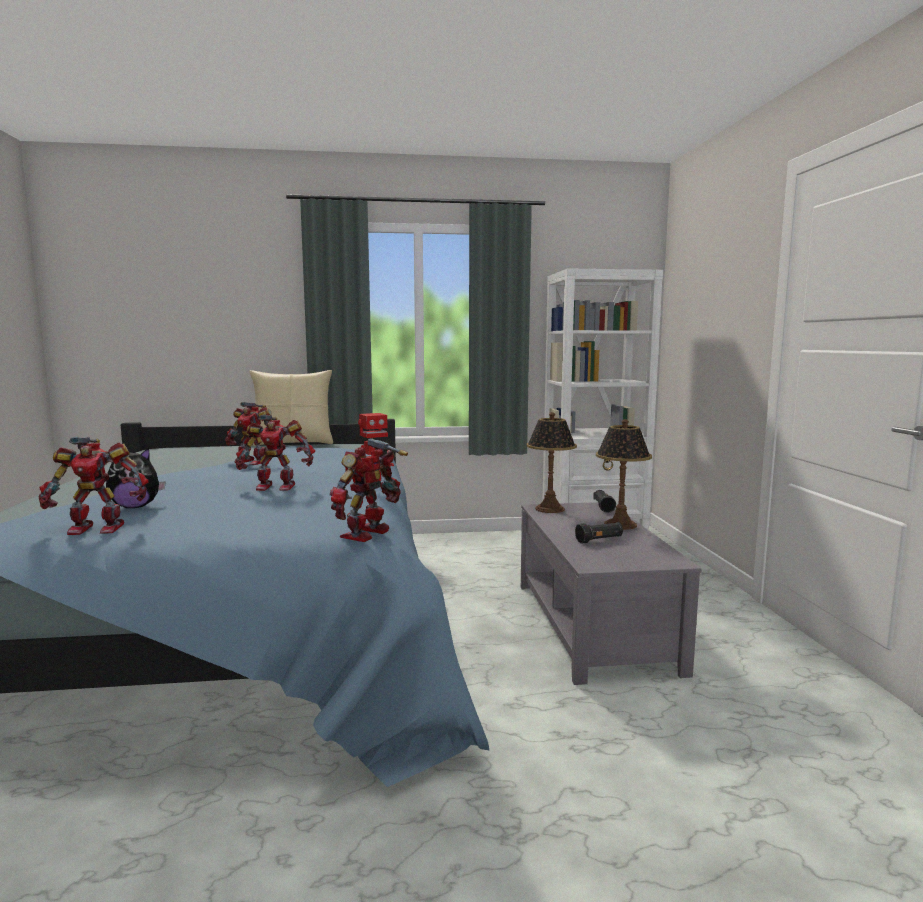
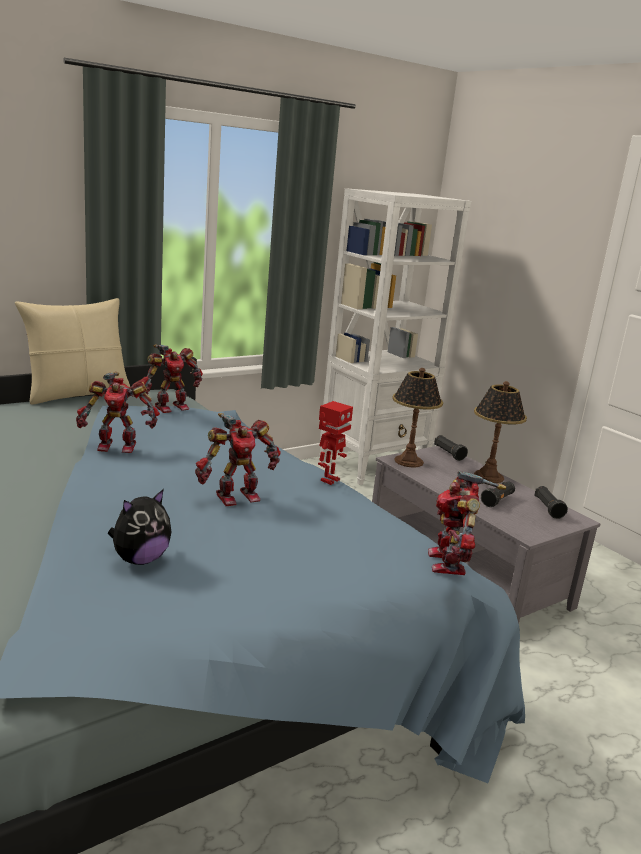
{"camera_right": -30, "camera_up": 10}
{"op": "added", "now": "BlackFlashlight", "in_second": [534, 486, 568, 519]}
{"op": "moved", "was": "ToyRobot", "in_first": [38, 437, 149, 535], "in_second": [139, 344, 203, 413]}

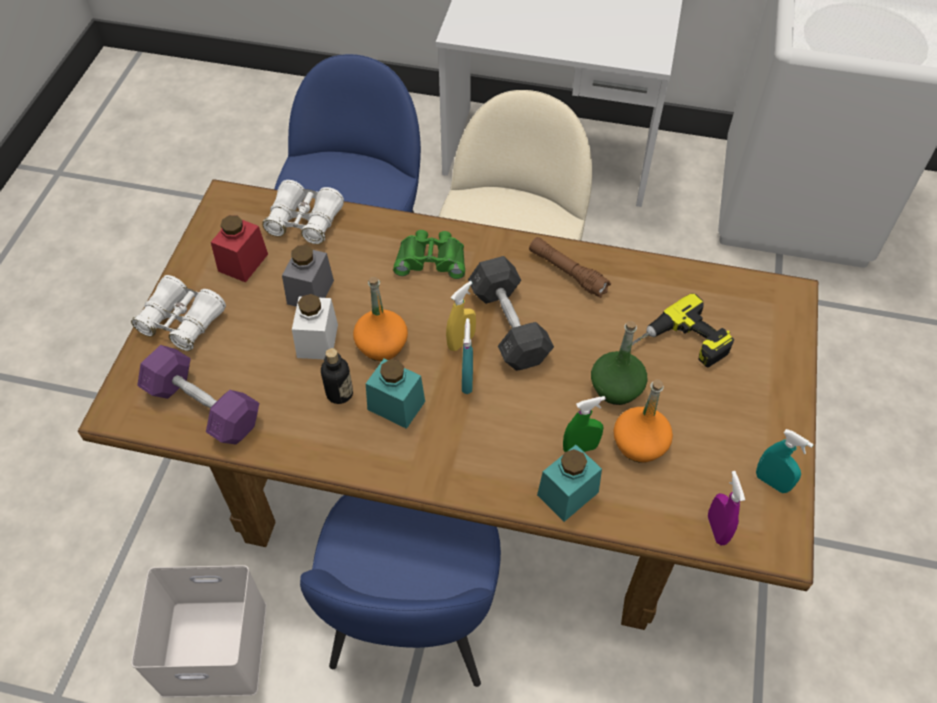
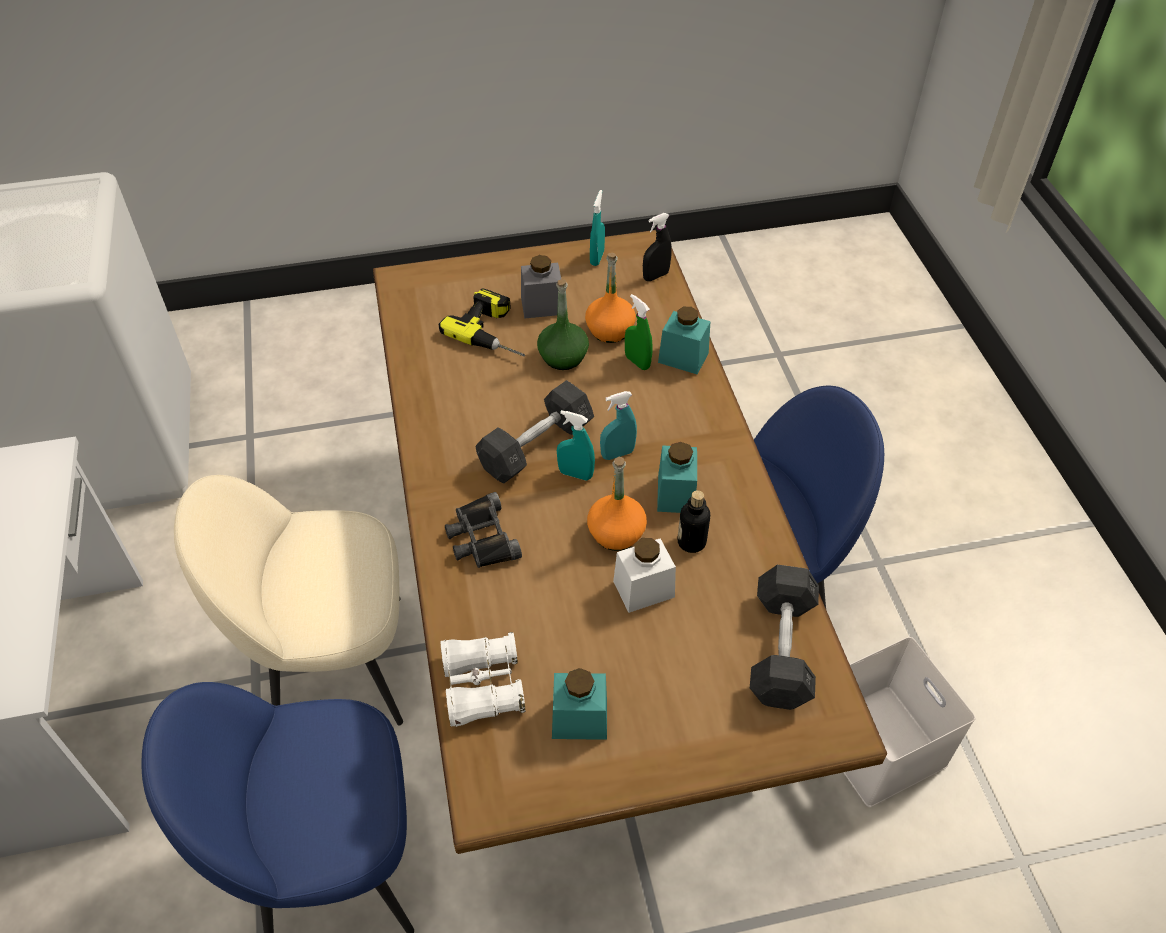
{"camera_right": -115, "camera_up": -5}
{"op": "removed", "was": "WhiteBinoculars", "in_first": [131, 275, 226, 351]}
{"op": "removed", "was": "BrownFlashlight", "in_first": [529, 237, 611, 298]}
{"op": "moved", "was": "GreyJar", "in_first": [282, 245, 334, 307], "in_second": [521, 255, 561, 319]}
{"op": "recoloured", "was": "PurpleDumbbell", "now": "GreyDumbbell", "in_first": [137, 345, 259, 445], "in_second": [750, 565, 819, 710]}
{"op": "recoloured", "was": "RedJar", "now": "TurquoiseJar", "in_first": [211, 215, 268, 283], "in_second": [552, 668, 607, 740]}
{"op": "recoloured", "was": "GreenBinoculars", "now": "BlackBinoculars", "in_first": [393, 230, 465, 279], "in_second": [445, 492, 522, 568]}
{"op": "recoloured", "was": "YellowSprayBottle", "now": "TurquoiseSprayBottle", "in_first": [446, 281, 476, 351], "in_second": [557, 410, 595, 481]}
{"op": "recoloured", "was": "PurpleSprayBottle", "now": "BlackSprayBottle", "in_first": [708, 471, 745, 545], "in_second": [643, 213, 672, 281]}

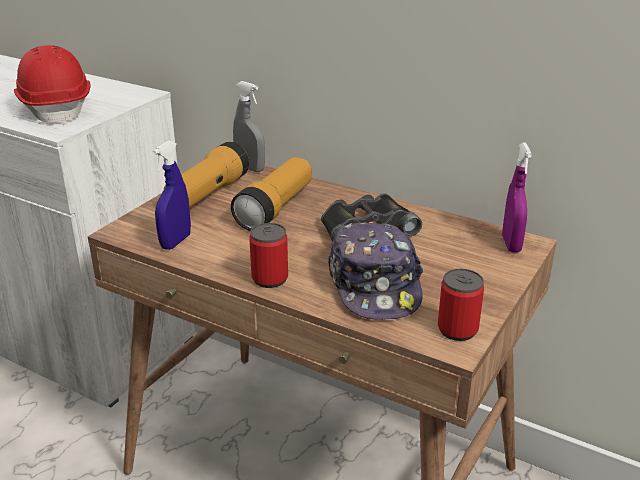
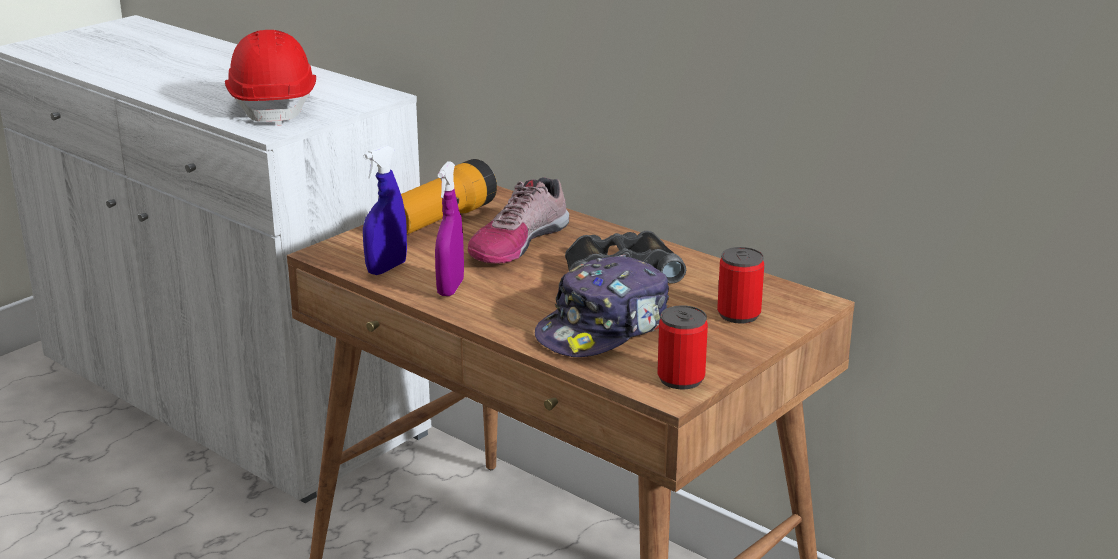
{"camera_right": 10, "camera_up": -5}
{"op": "removed", "was": "GreySprayBottle", "in_first": [233, 81, 265, 172]}
{"op": "moved", "was": "Can", "in_first": [249, 223, 288, 288], "in_second": [717, 247, 764, 324]}
{"op": "moved", "was": "PurpleSprayBottle", "in_first": [502, 142, 532, 252], "in_second": [435, 161, 464, 296]}
{"op": "replaced", "was": "Flashlight", "now": "Shoe", "in_first": [231, 157, 312, 231], "in_second": [468, 177, 569, 264]}
{"op": "turned", "was": "Cap", "in_first": [328, 223, 424, 320], "in_second": [535, 255, 669, 357], "clockwise": 45}

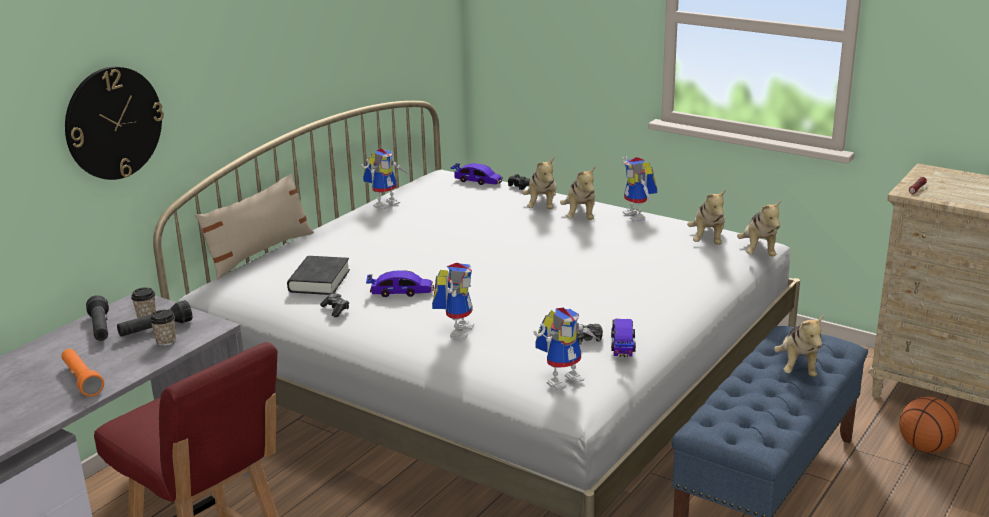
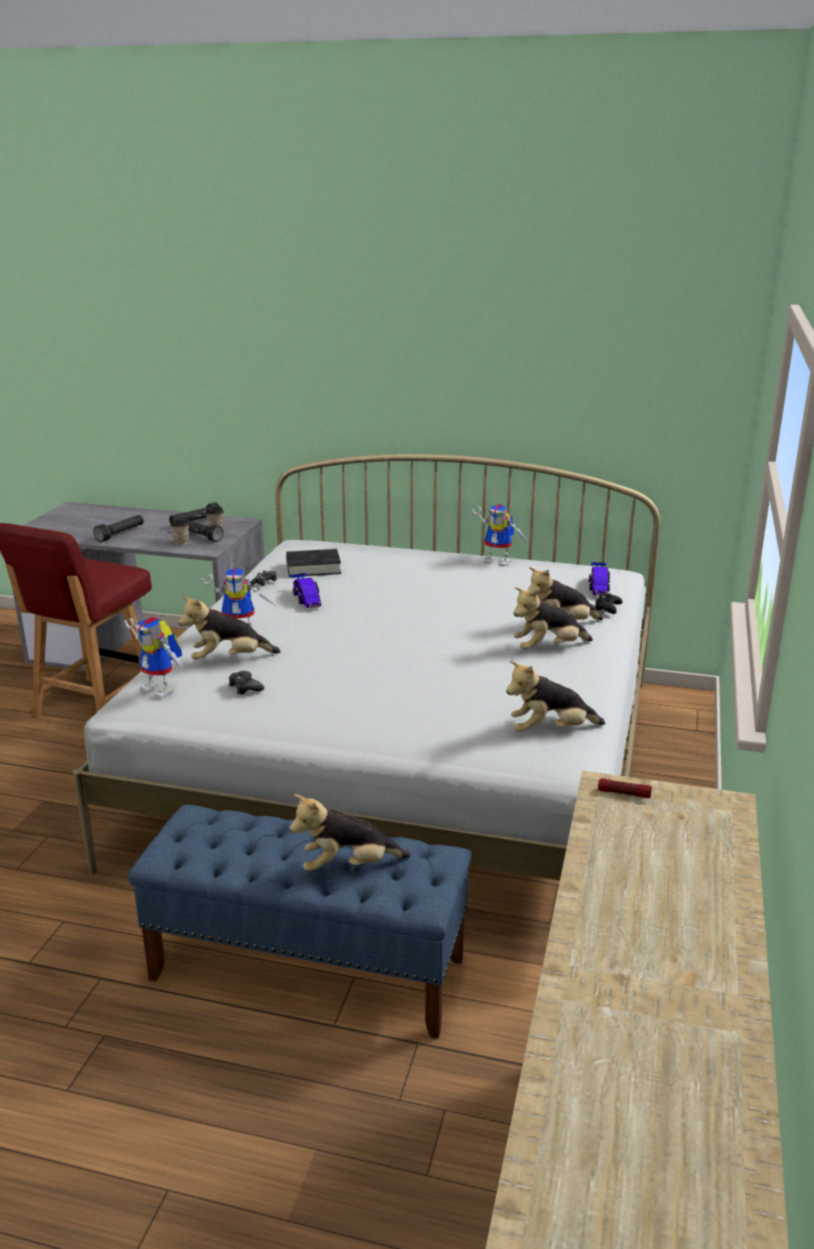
{"camera_right": 70, "camera_up": 0}
{"op": "removed", "was": "WallClock", "in_first": [65, 67, 164, 180]}
{"op": "removed", "was": "BeigePillow", "in_first": [195, 173, 314, 279]}
{"op": "removed", "was": "ToyCar", "in_first": [611, 319, 636, 357]}
{"op": "removed", "was": "ToyRobot", "in_first": [622, 156, 657, 221]}
{"op": "removed", "was": "Basketball", "in_first": [899, 396, 959, 453]}
{"op": "moved", "was": "PlushToy", "in_first": [737, 200, 781, 256], "in_second": [179, 596, 281, 660]}
{"op": "recoloured", "was": "OrangeFlashlight", "now": "BlackFlashlight", "in_first": [61, 349, 104, 396], "in_second": [93, 515, 144, 542]}

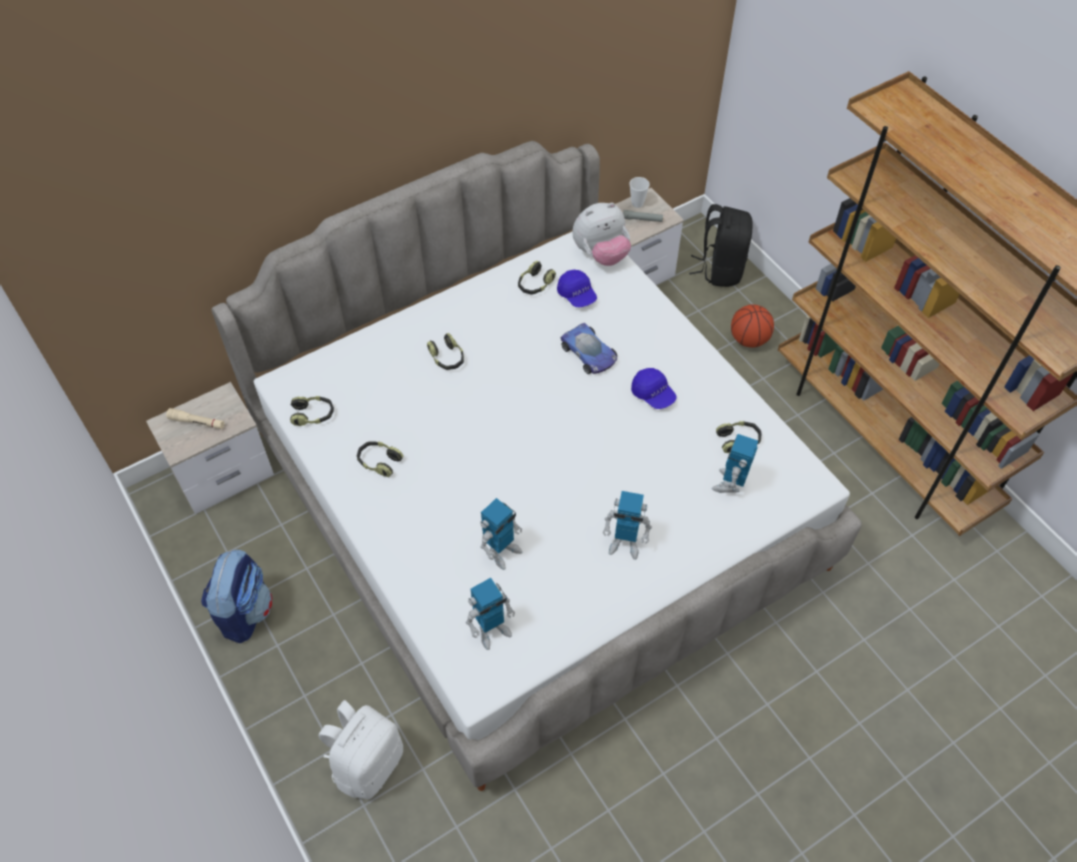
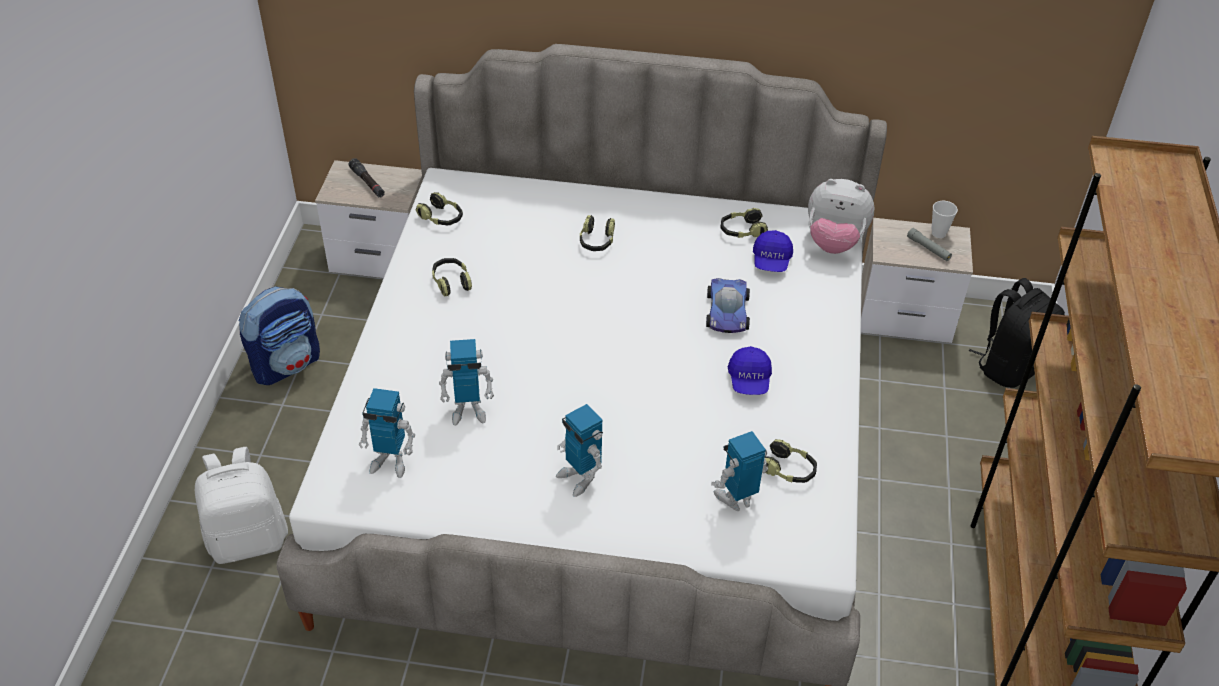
{"camera_right": 40, "camera_up": -10}
{"op": "removed", "was": "Basketball", "in_first": [731, 305, 774, 348]}
{"op": "recoloured", "was": "BeigeFlashlight", "now": "BlackFlashlight", "in_first": [166, 408, 225, 429], "in_second": [349, 158, 385, 197]}

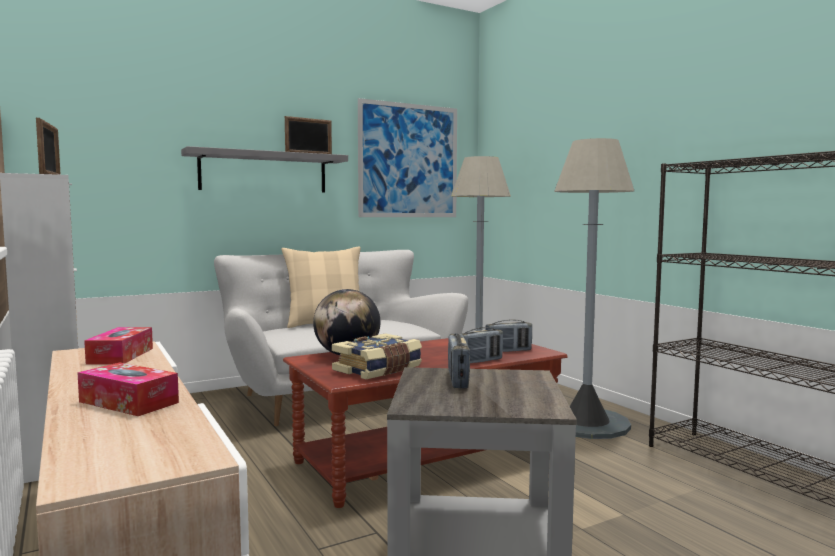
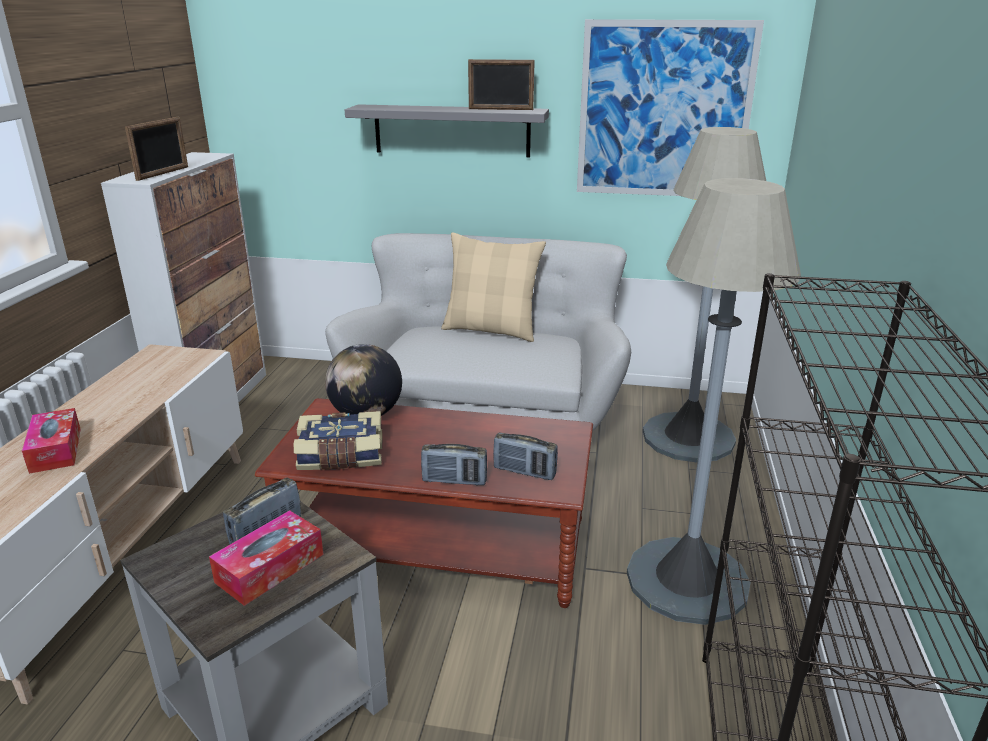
{"camera_right": 40, "camera_up": 20}
{"op": "moved", "was": "TissueBox", "in_first": [84, 327, 153, 364], "in_second": [209, 510, 324, 606]}

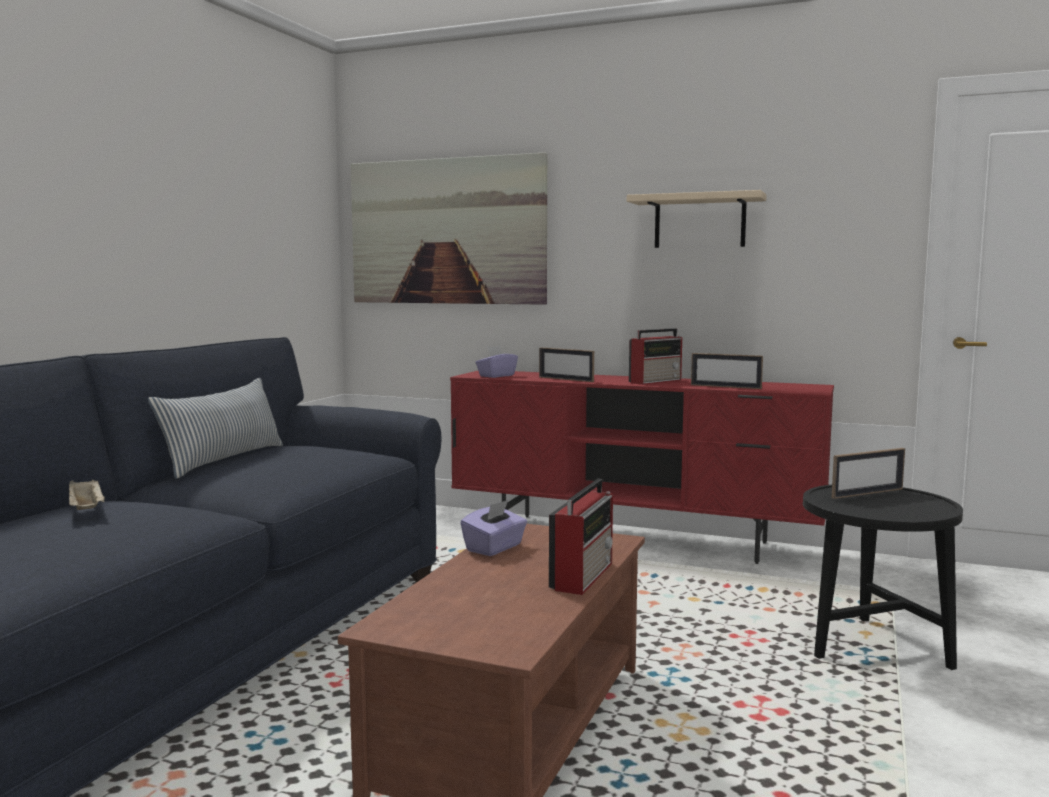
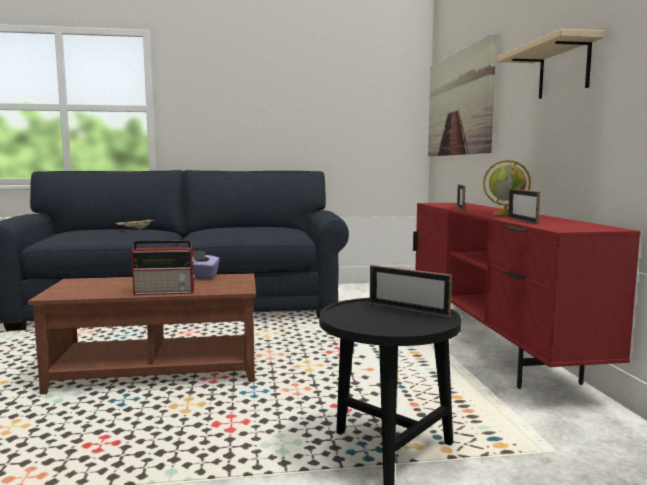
{"camera_right": 60, "camera_up": 0}
{"op": "removed", "was": "Pillow", "in_first": [148, 378, 283, 479]}
{"op": "removed", "was": "PurpleTissueBox", "in_first": [475, 346, 518, 378]}
{"op": "replaced", "was": "Radio", "now": "Globe", "in_first": [629, 328, 682, 385], "in_second": [483, 160, 531, 215]}

